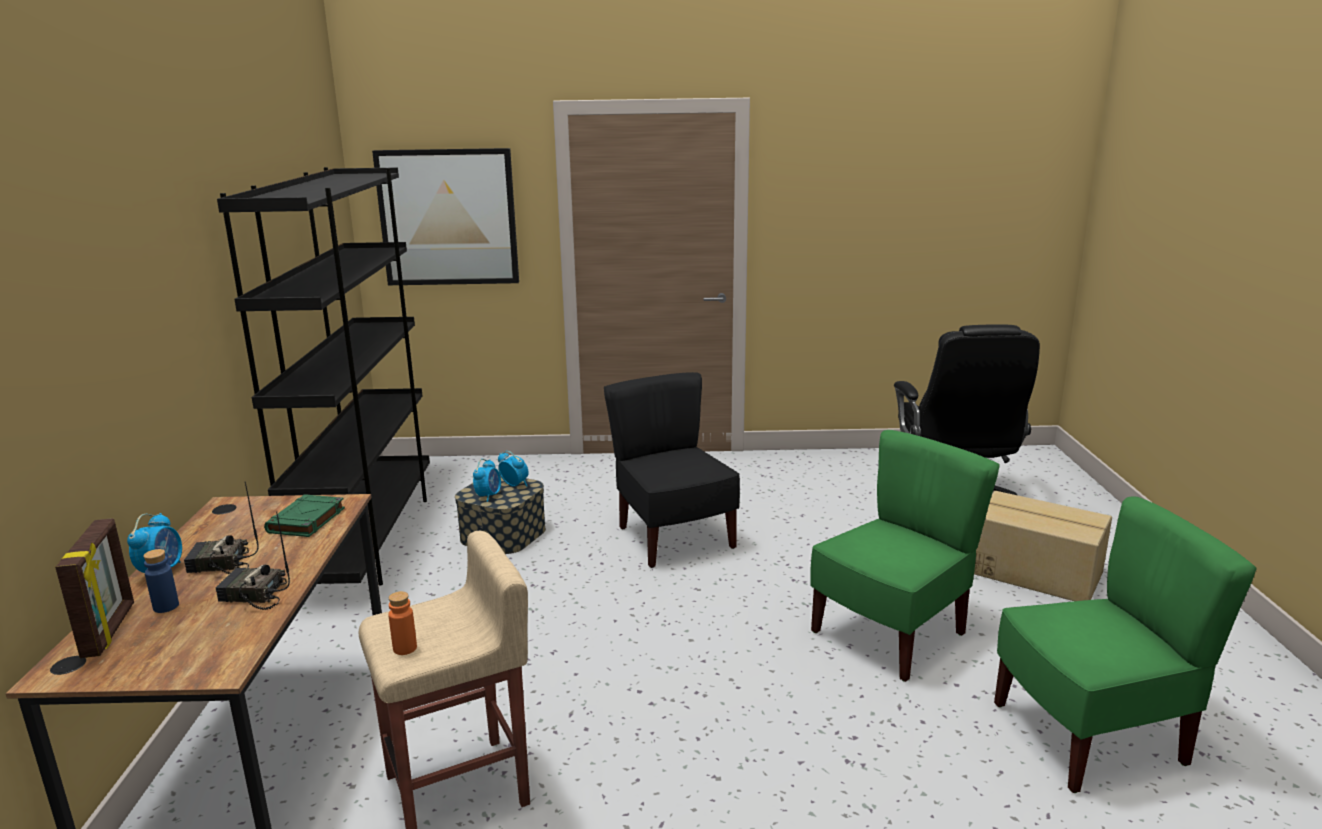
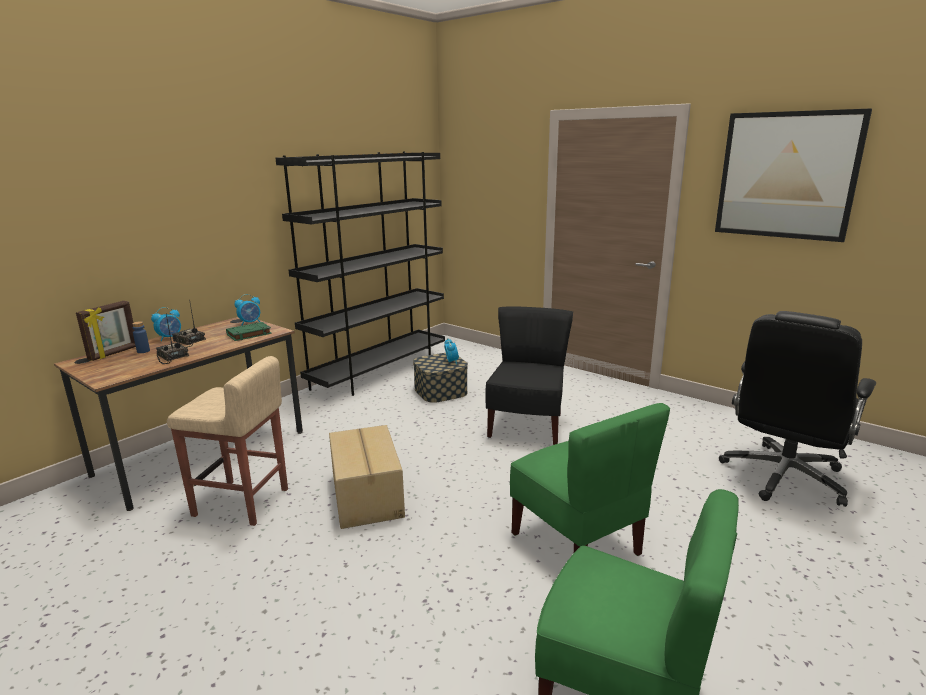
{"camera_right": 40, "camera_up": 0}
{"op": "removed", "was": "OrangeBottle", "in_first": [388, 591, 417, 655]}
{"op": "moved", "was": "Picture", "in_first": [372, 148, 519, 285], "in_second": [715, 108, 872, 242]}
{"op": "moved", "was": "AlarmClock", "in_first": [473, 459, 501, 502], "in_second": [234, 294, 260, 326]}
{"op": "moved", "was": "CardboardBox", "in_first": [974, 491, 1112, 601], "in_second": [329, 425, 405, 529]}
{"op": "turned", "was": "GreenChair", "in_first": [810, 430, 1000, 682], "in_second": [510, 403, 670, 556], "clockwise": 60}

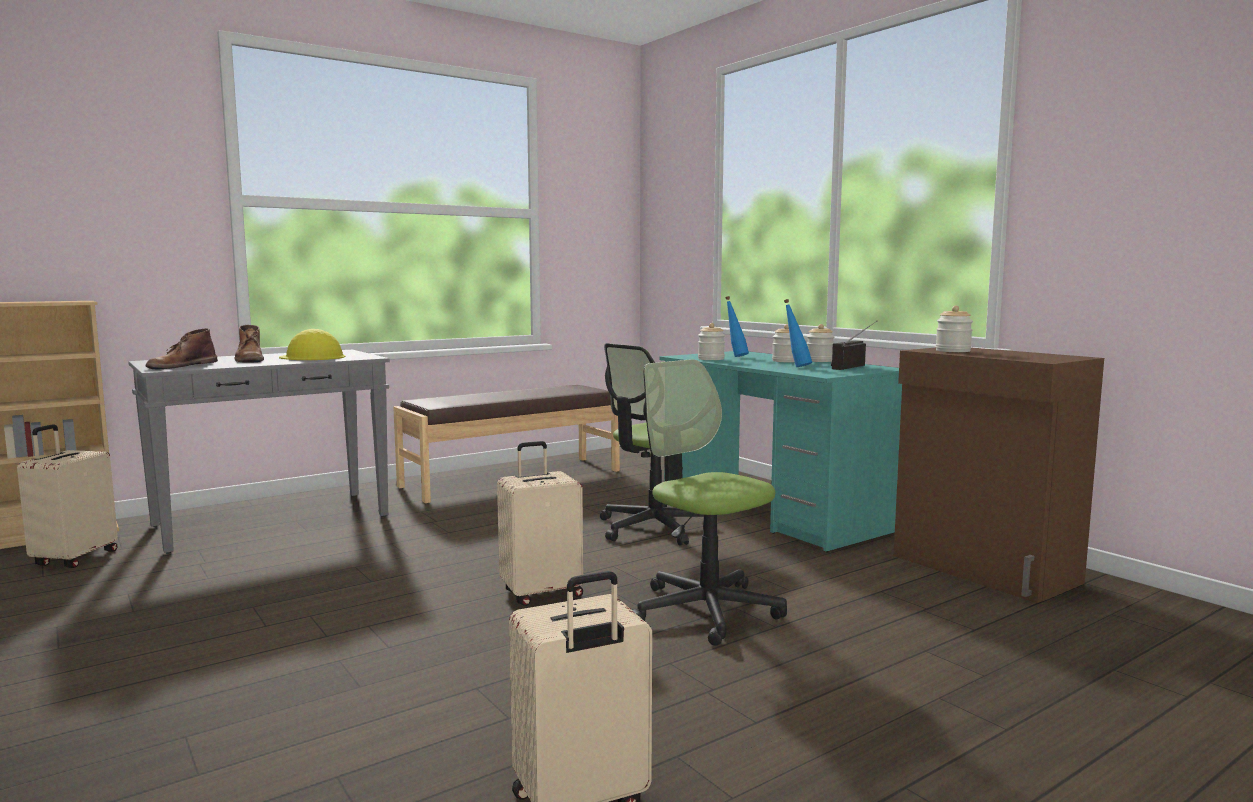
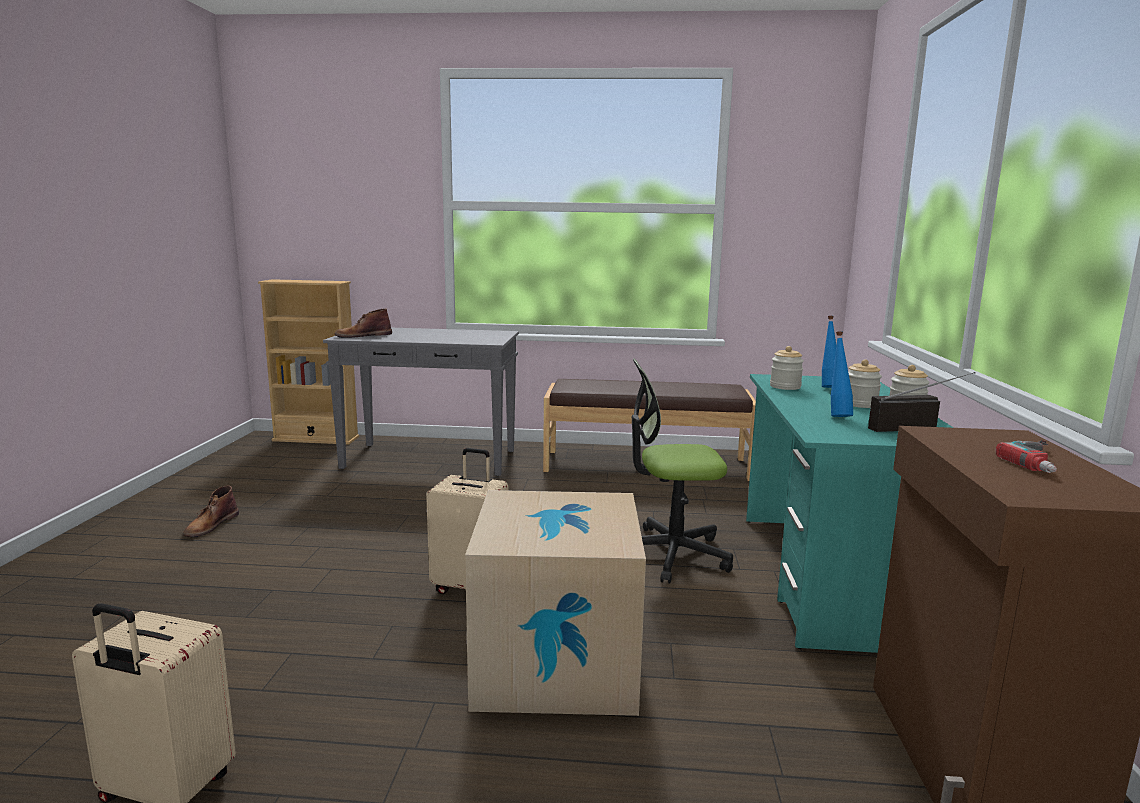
{"camera_right": 40, "camera_up": 5}
{"op": "removed", "was": "BeigeSuitcase", "in_first": [17, 424, 118, 568]}
{"op": "removed", "was": "YellowHardHat", "in_first": [279, 329, 345, 360]}
{"op": "removed", "was": "Jar", "in_first": [936, 306, 973, 352]}
{"op": "added", "now": "PowerDrill", "in_second": [996, 440, 1057, 473]}
{"op": "moved", "was": "BrownBoot", "in_first": [234, 325, 264, 363], "in_second": [183, 485, 239, 537]}
{"op": "replaced", "was": "OfficeChair", "now": "CardboardBox", "in_first": [632, 359, 787, 646], "in_second": [465, 490, 646, 716]}

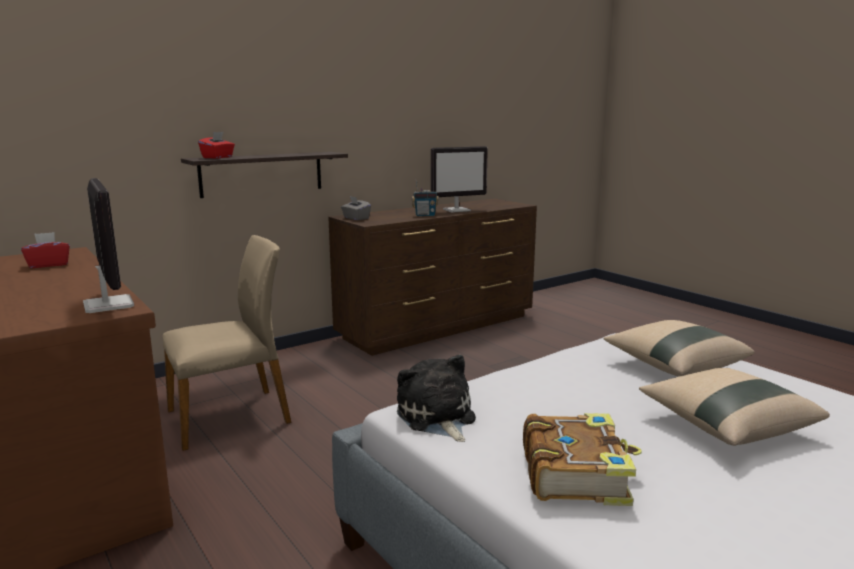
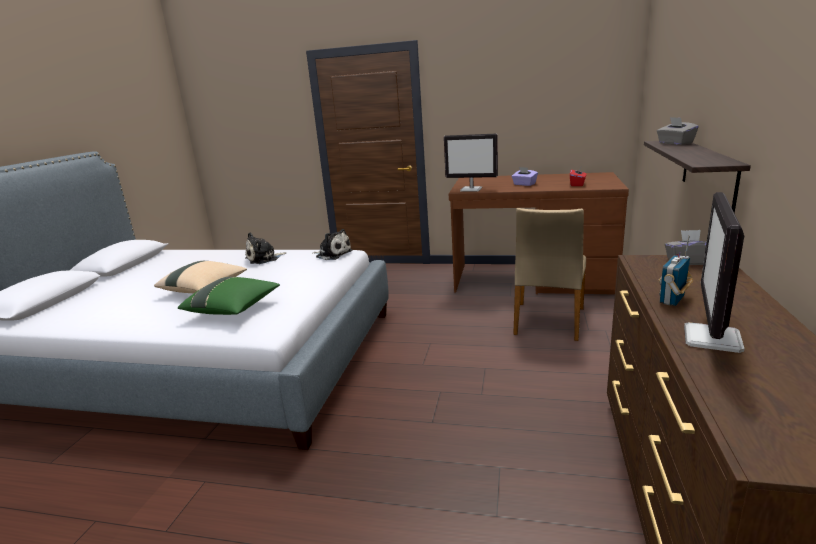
{"camera_right": 140, "camera_up": 5}
{"op": "added", "now": "PurpleTissueBox", "in_second": [512, 167, 538, 186]}
{"op": "replaced", "was": "Book", "now": "PlushToy", "in_first": [523, 413, 642, 506], "in_second": [245, 232, 286, 264]}
{"op": "recoloured", "was": "RedTissueBox", "now": "GreyTissueBox", "in_first": [198, 132, 235, 159], "in_second": [657, 117, 699, 145]}
{"op": "recoloured", "was": "BeigePillow", "now": "GreenPillow", "in_first": [604, 320, 755, 377], "in_second": [178, 277, 280, 315]}

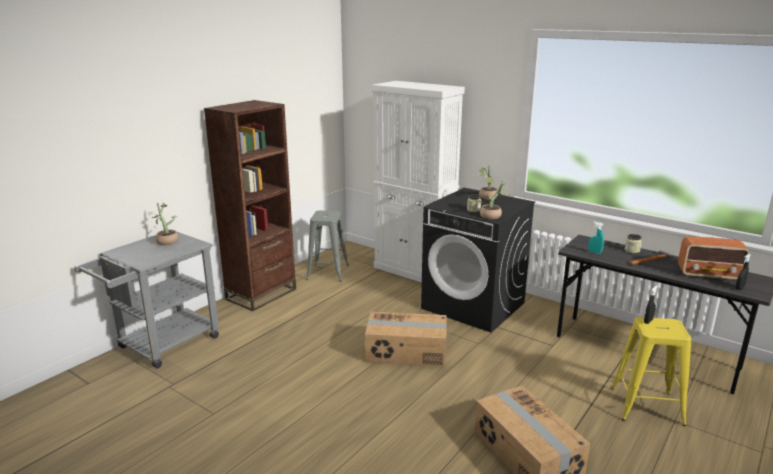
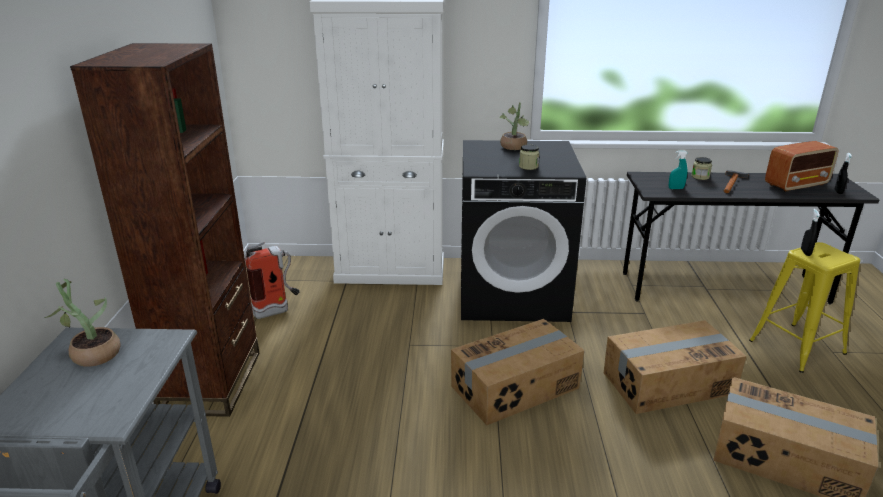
{"camera_right": -35, "camera_up": 5}
{"op": "removed", "was": "PottedPlant", "in_first": [480, 180, 509, 219]}
{"op": "added", "now": "CardboardBox", "in_second": [604, 320, 746, 414]}
{"op": "replaced", "was": "GreyStool", "now": "FireExtinguisher", "in_first": [306, 210, 349, 282], "in_second": [245, 242, 300, 319]}

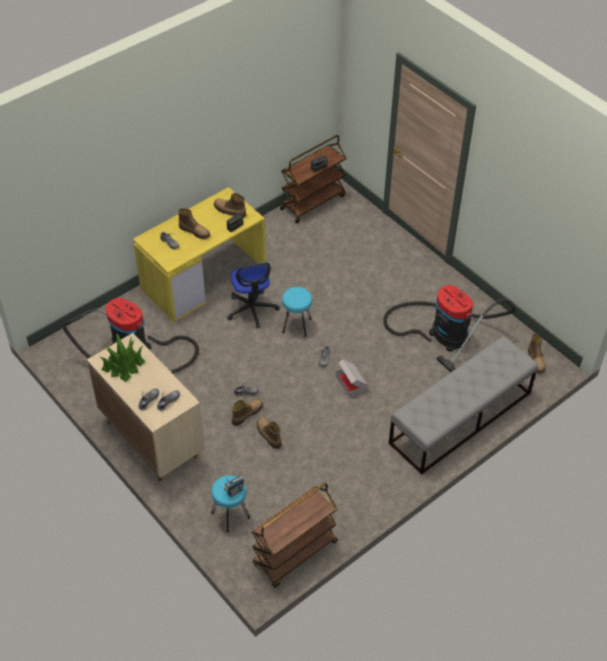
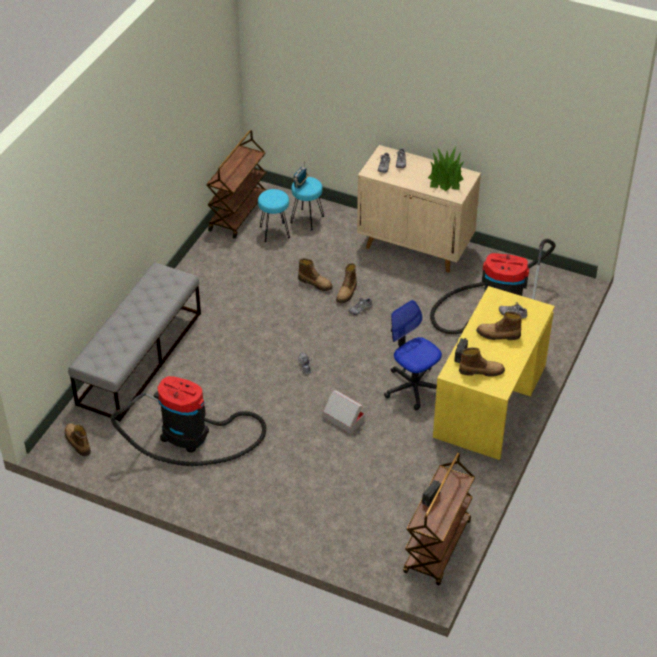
{"camera_right": 155, "camera_up": -5}
{"op": "moved", "was": "TurquoiseStool", "in_first": [282, 287, 312, 337], "in_second": [258, 189, 290, 242]}
{"op": "moved", "was": "CardboardBox", "in_first": [335, 359, 368, 398], "in_second": [323, 390, 365, 434]}

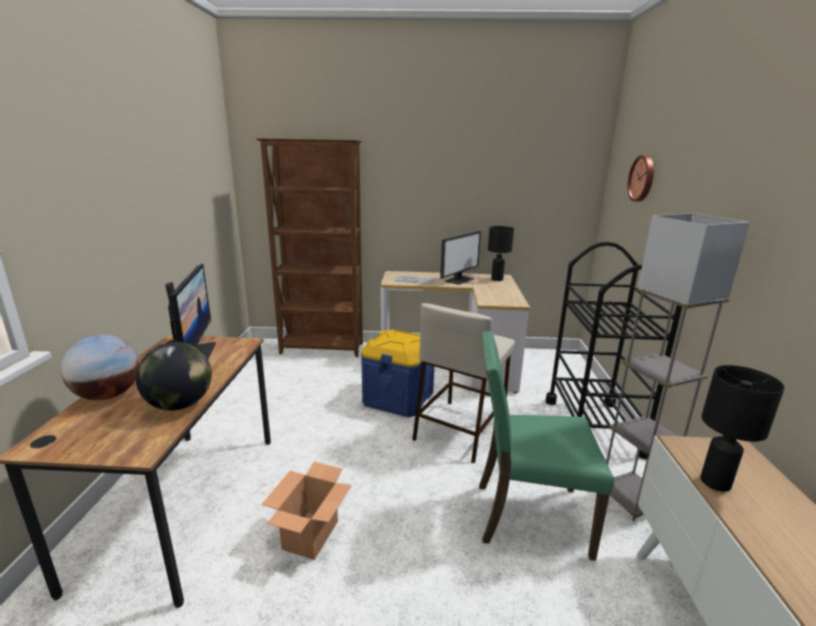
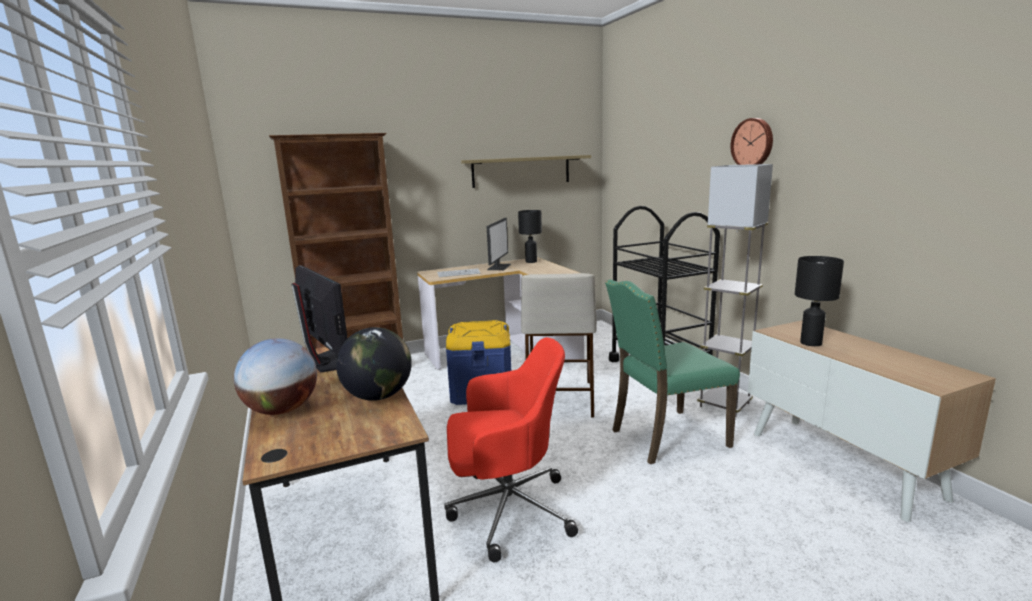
{"camera_right": -25, "camera_up": -5}
{"op": "added", "now": "Shelf", "in_second": [461, 155, 591, 188]}
{"op": "moved", "was": "WallClock", "in_first": [627, 156, 654, 202], "in_second": [730, 118, 773, 165]}
{"op": "replaced", "was": "CardboardBox", "now": "RedOfficeChair", "in_first": [261, 462, 352, 560], "in_second": [444, 337, 578, 562]}

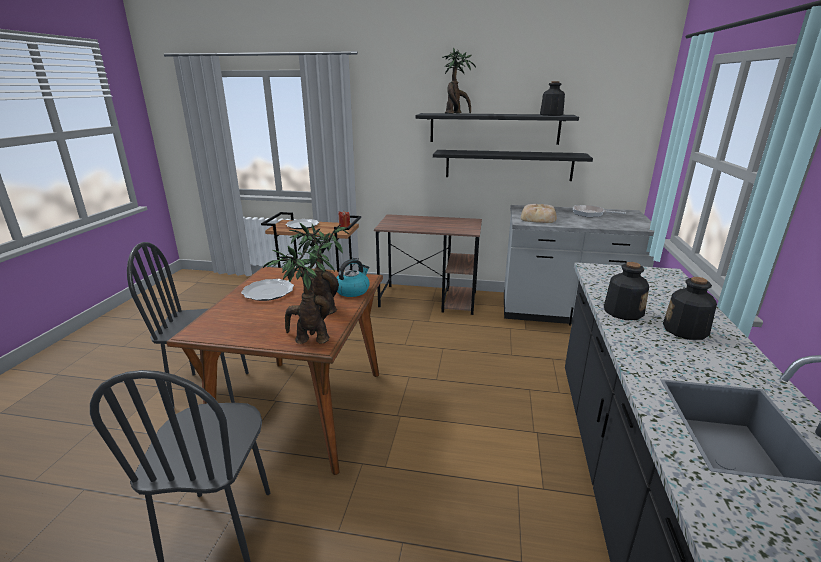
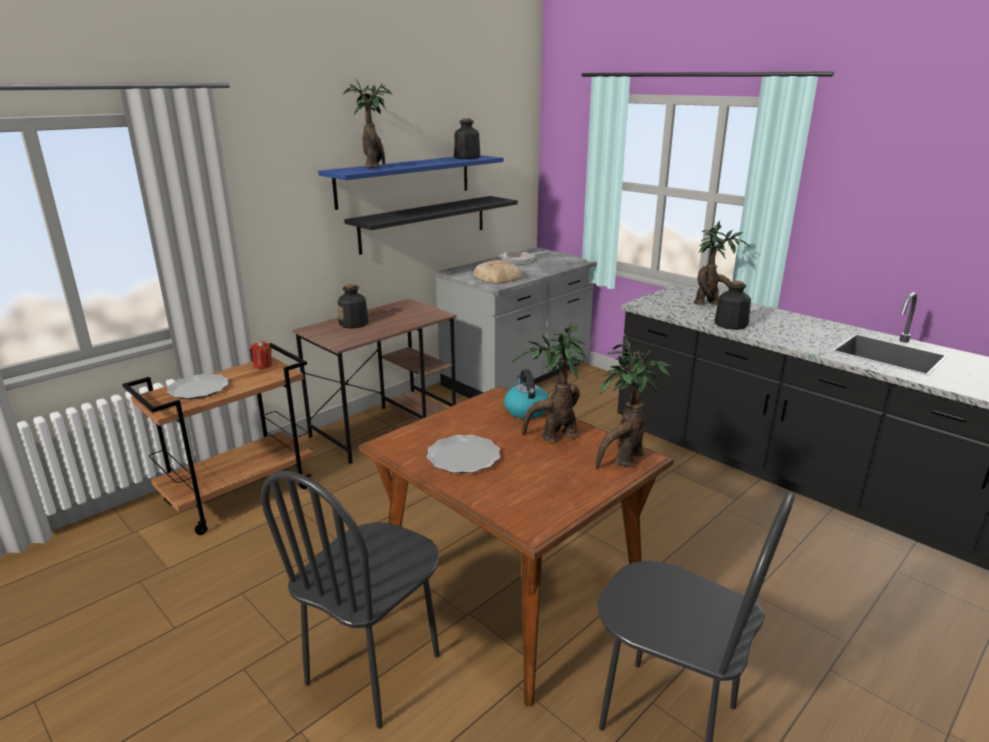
{"camera_right": -55, "camera_up": 0}
{"op": "added", "now": "PottedPlant", "in_second": [694, 221, 750, 305]}
{"op": "moved", "was": "Bottle", "in_first": [663, 277, 717, 340], "in_second": [338, 284, 369, 328]}
{"op": "recoloured", "was": "BlackShelf", "now": "BlueShelf", "in_first": [416, 113, 579, 145], "in_second": [318, 155, 504, 210]}

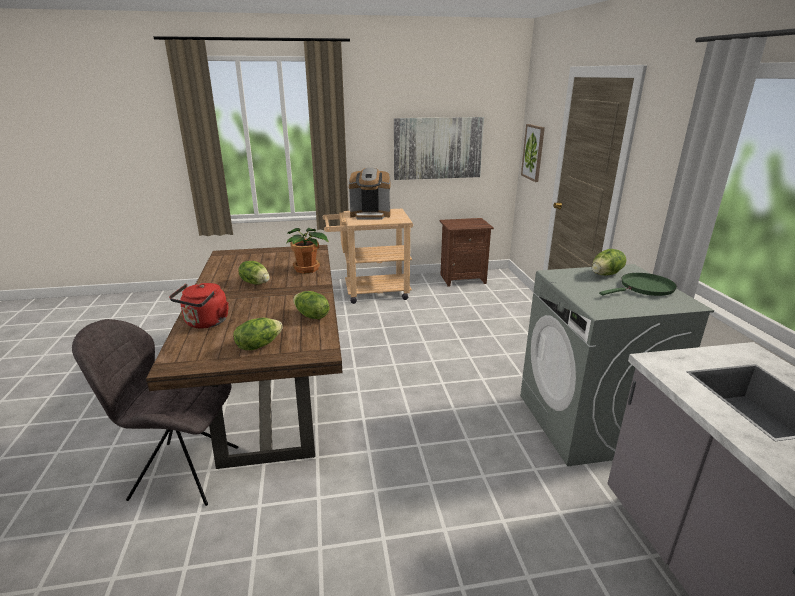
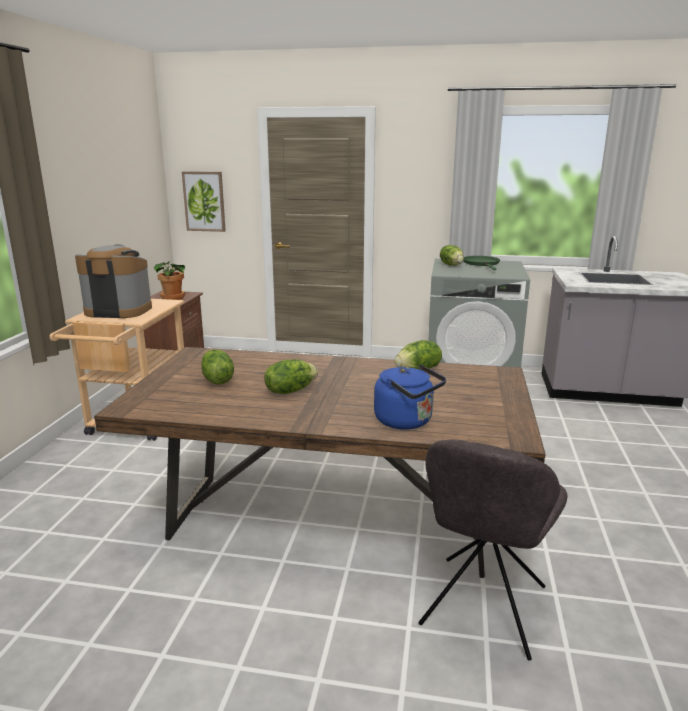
{"camera_right": -70, "camera_up": -5}
{"op": "removed", "was": "Picture", "in_first": [394, 117, 484, 180]}
{"op": "moved", "was": "Lettuce", "in_first": [233, 318, 283, 350], "in_second": [201, 349, 234, 385]}
{"op": "moved", "was": "PottedPlant", "in_first": [286, 228, 329, 274], "in_second": [154, 262, 185, 300]}
{"op": "recoloured", "was": "RedKettle", "now": "BlueKettle", "in_first": [169, 283, 229, 329], "in_second": [374, 364, 446, 430]}
{"op": "turned", "was": "CoffeeMachine", "in_first": [349, 168, 391, 219], "in_second": [75, 245, 152, 318], "clockwise": -105}

